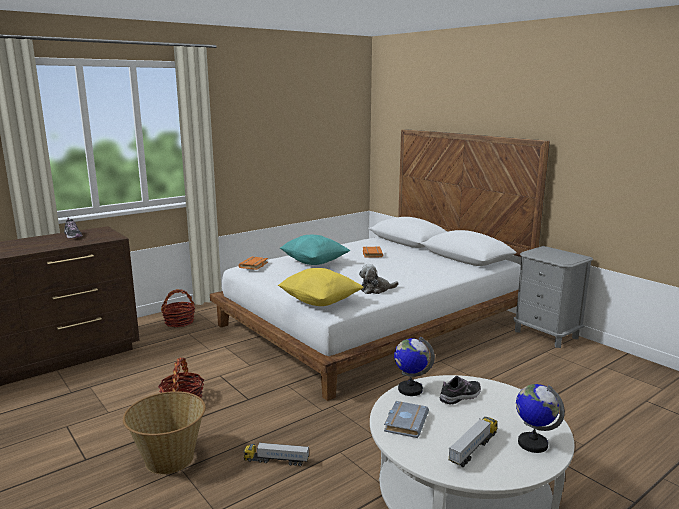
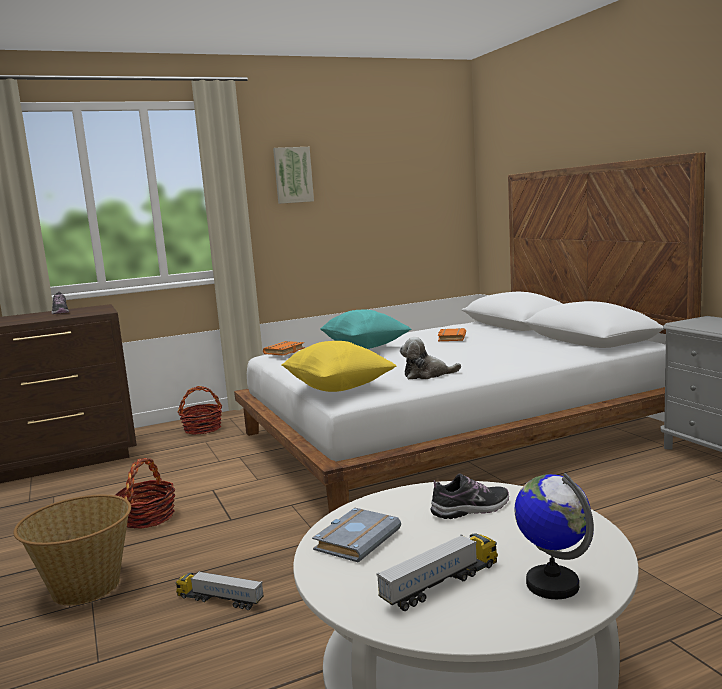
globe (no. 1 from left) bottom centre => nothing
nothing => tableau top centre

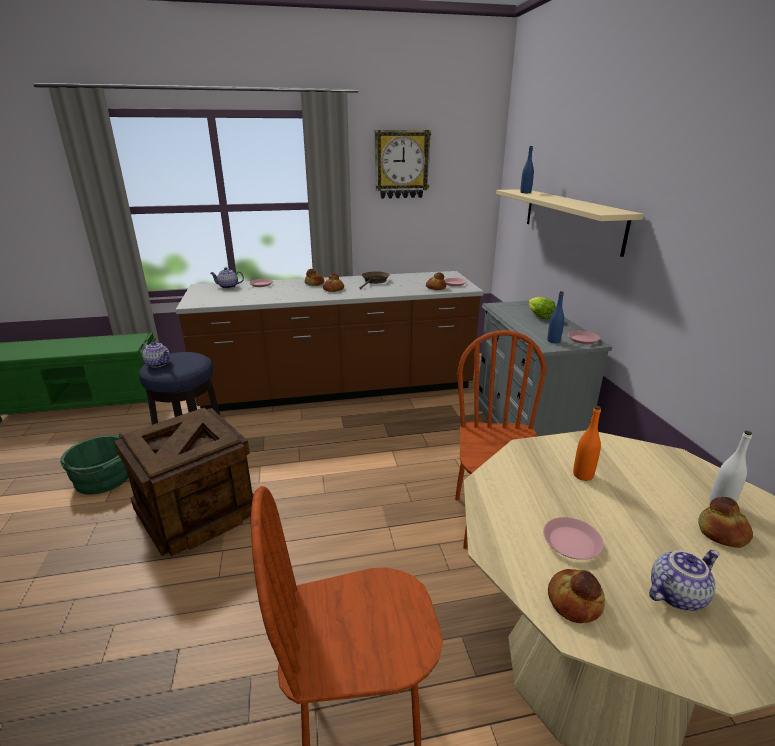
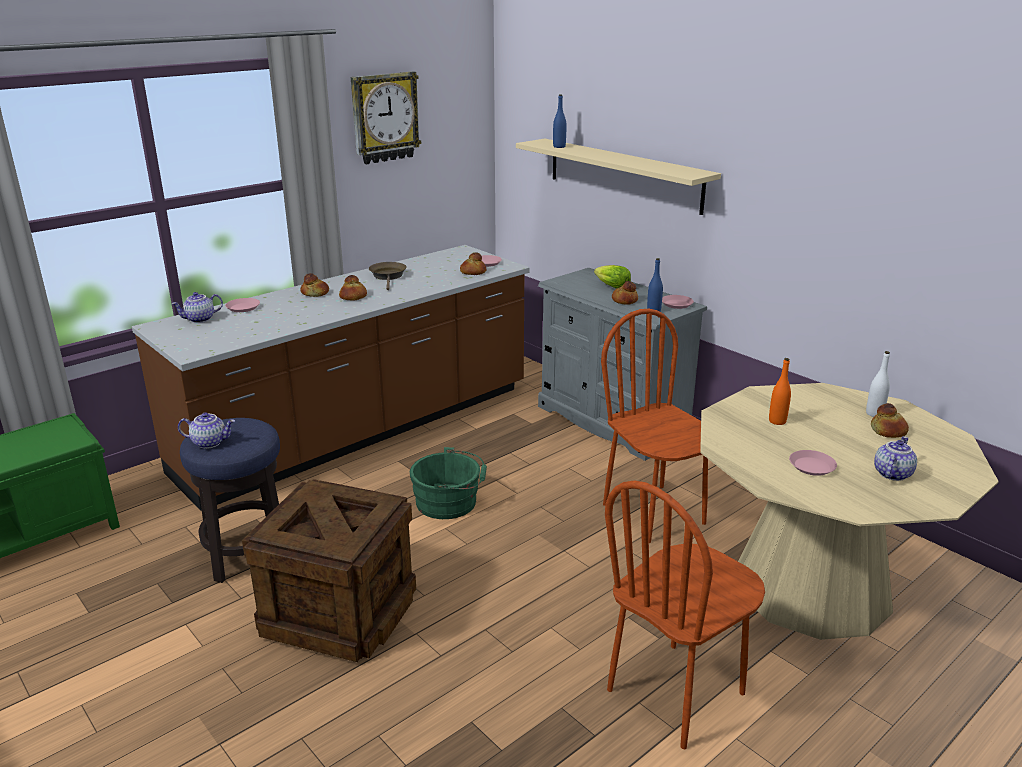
seau/vert middle left => seau/vert centre, shifted
pain (no. 4 from left) bottom right => pain (no. 4 from left) centre, shifted

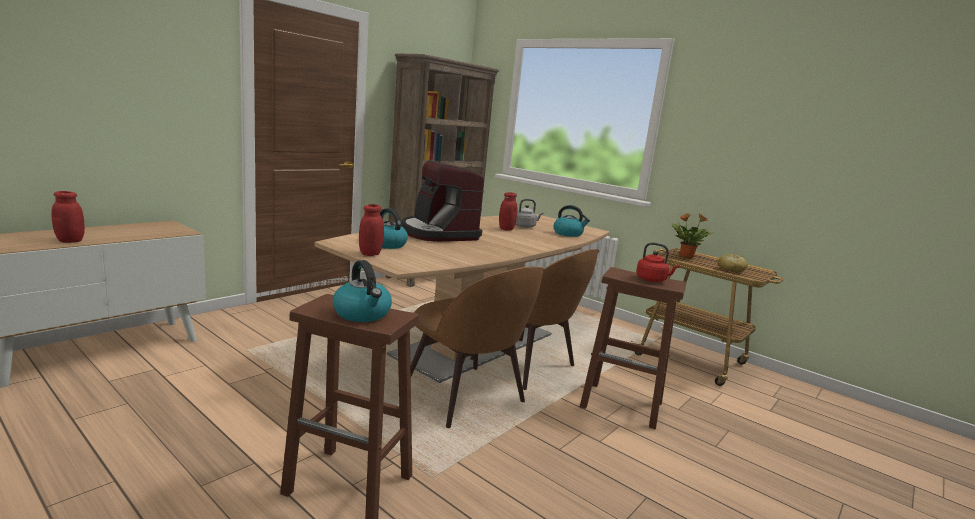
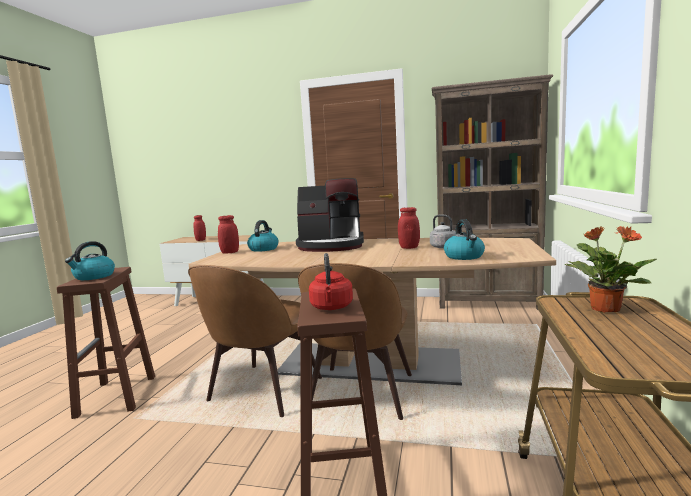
machine à café centre, 120 degrees counterclockwise
pain middle right => nothing

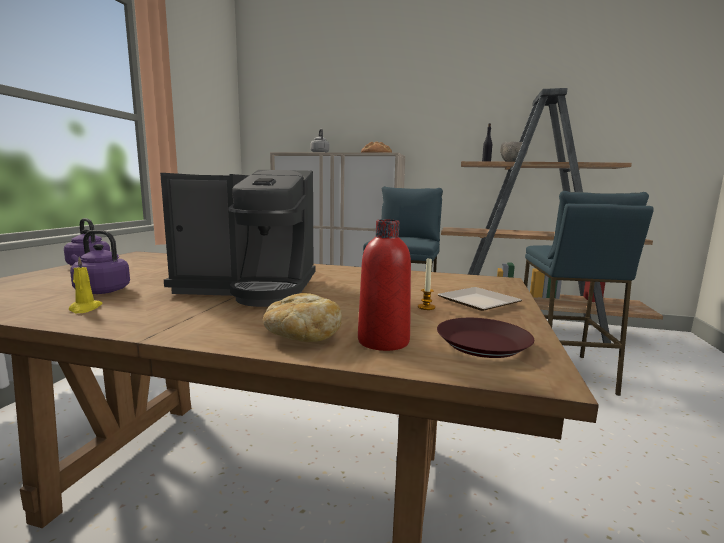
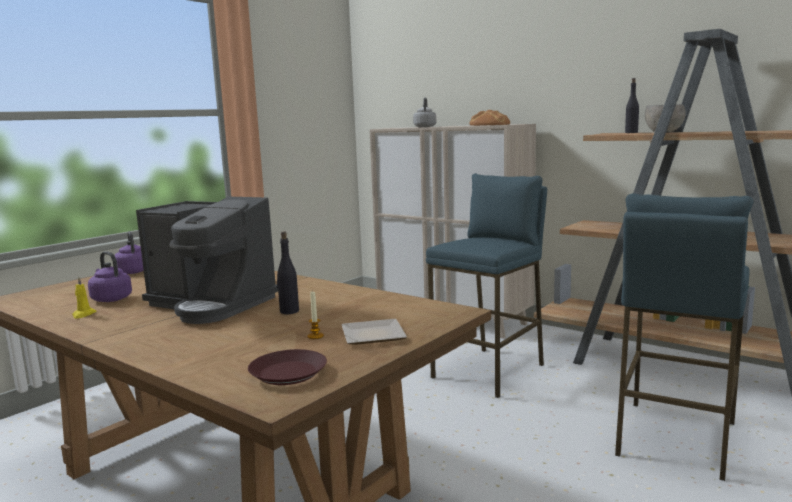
bouteille/rouge centre => nothing
pain (no. 1 from left) centre => nothing
nothing => bouteille/noir (no. 1 from left) centre

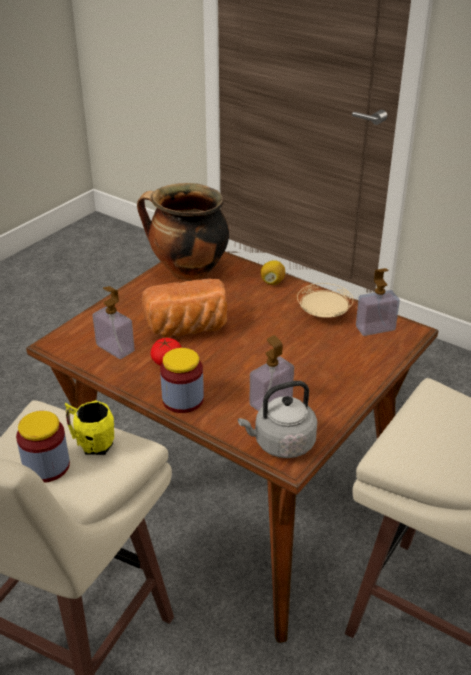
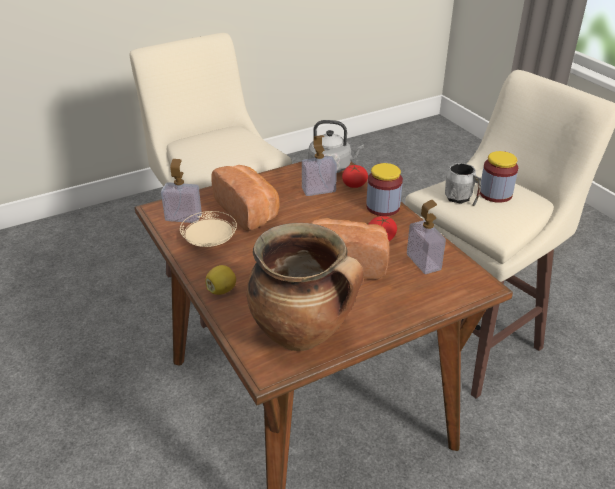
mug/jaune middle left => mug/gris middle right
nothing => pain (no. 1 from left) centre
nothing => tomate (no. 1 from left) centre

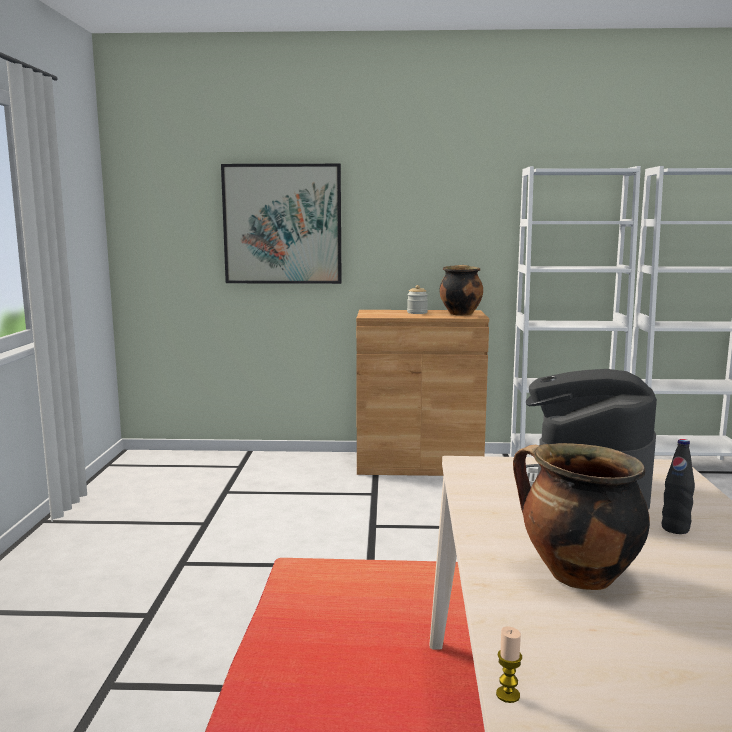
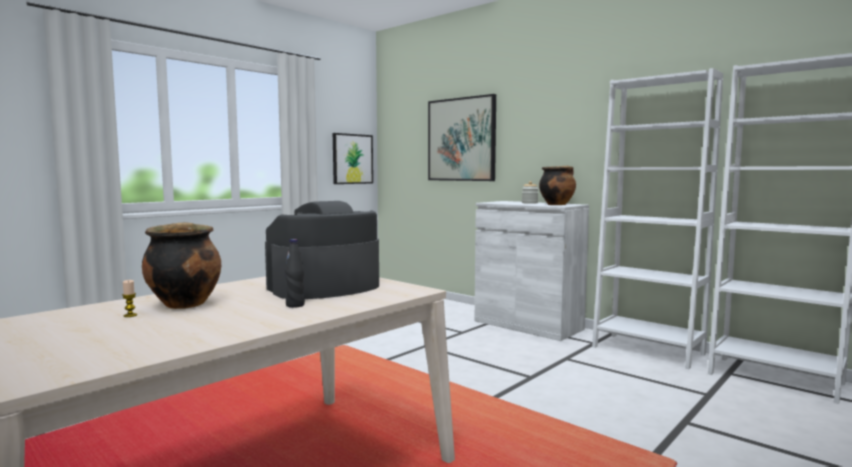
meuble de rangement/marron centre => meuble de rangement/blanc centre
bougie bottom right => bougie middle left, shifted
nothing => tableau (no. 1 from left) centre

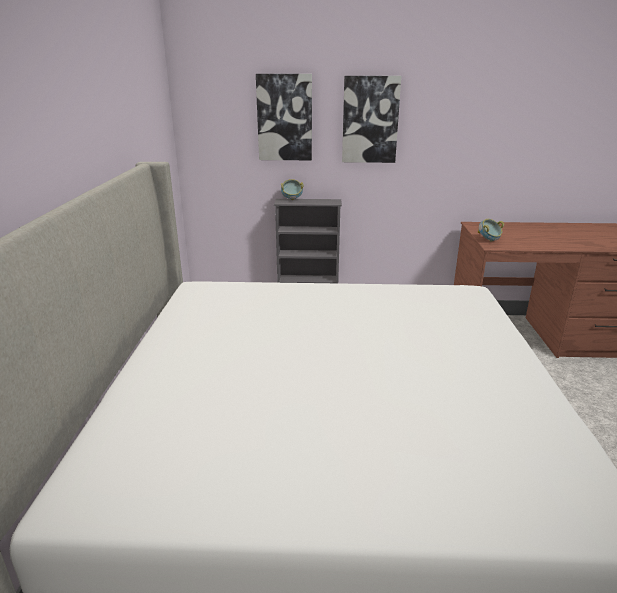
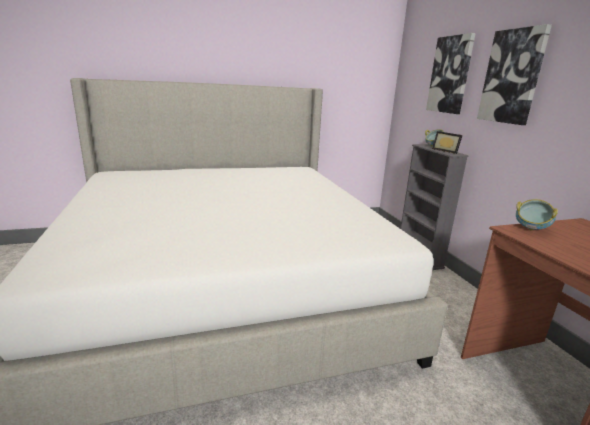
nothing => cadre photo middle right

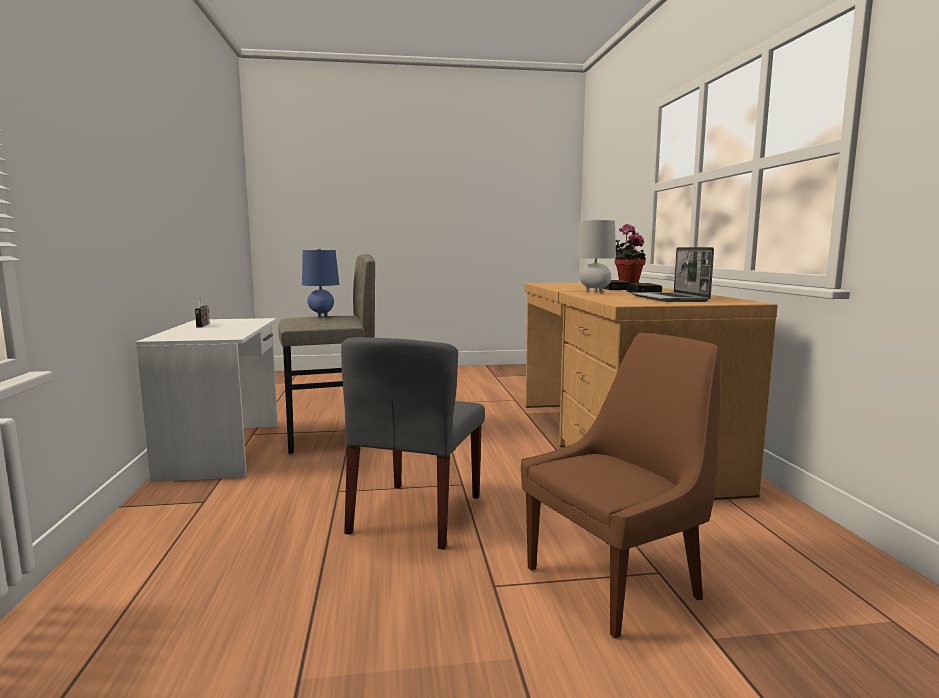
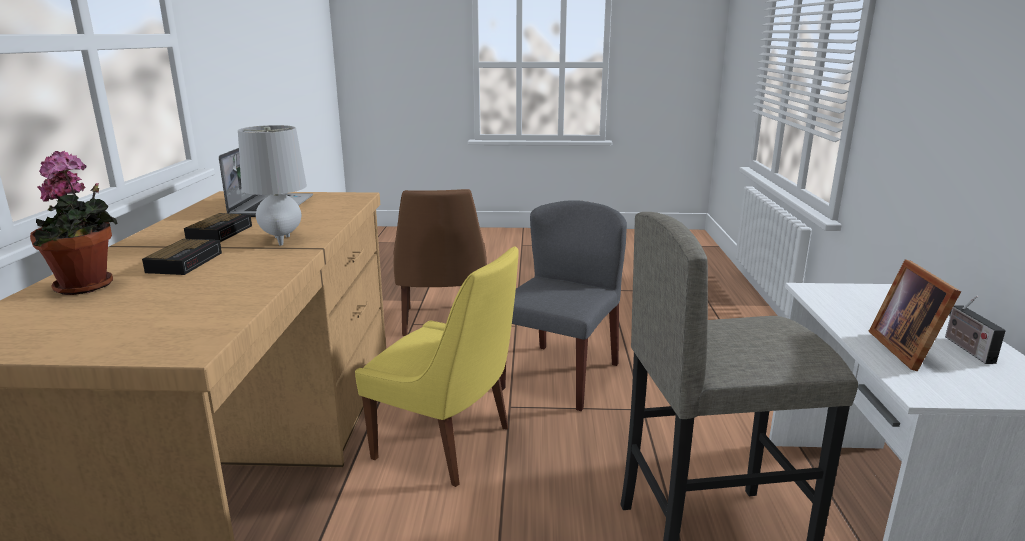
lampe de table/bleu centre => nothing
chaise/marron bottom centre => chaise/marron centre, 75 degrees counterclockwise
nothing => chaise/jaune bottom centre
nothing => cadre photo middle right

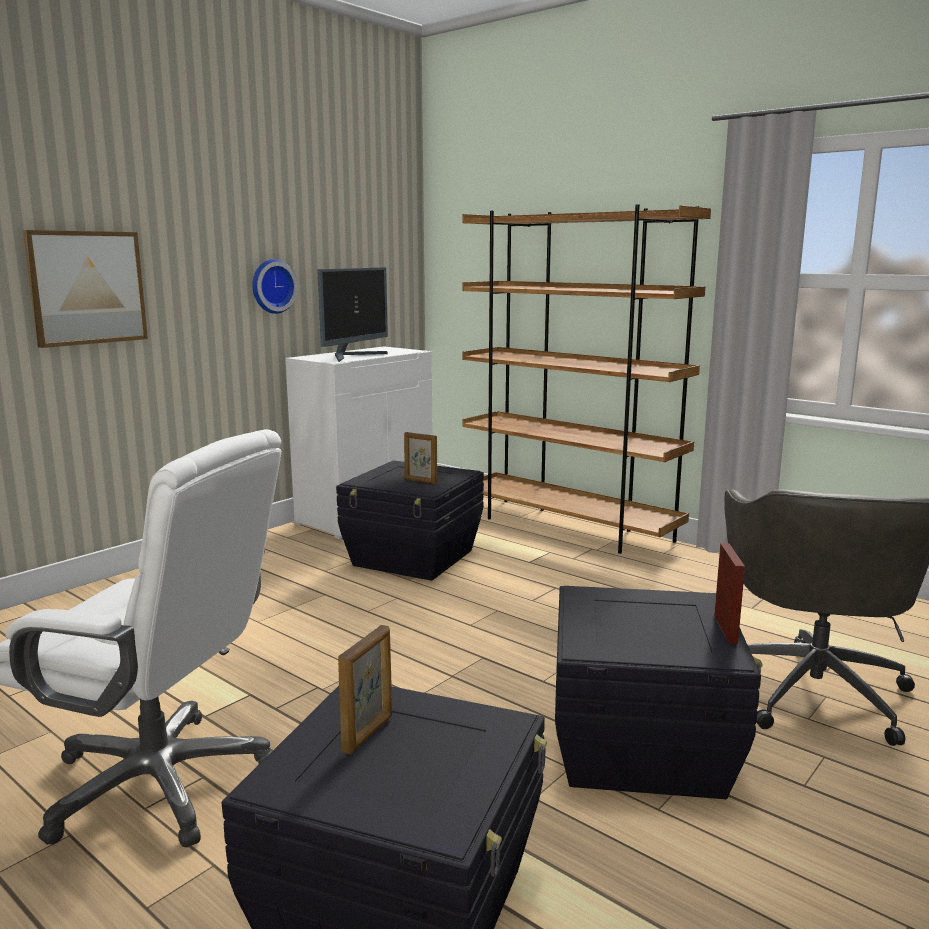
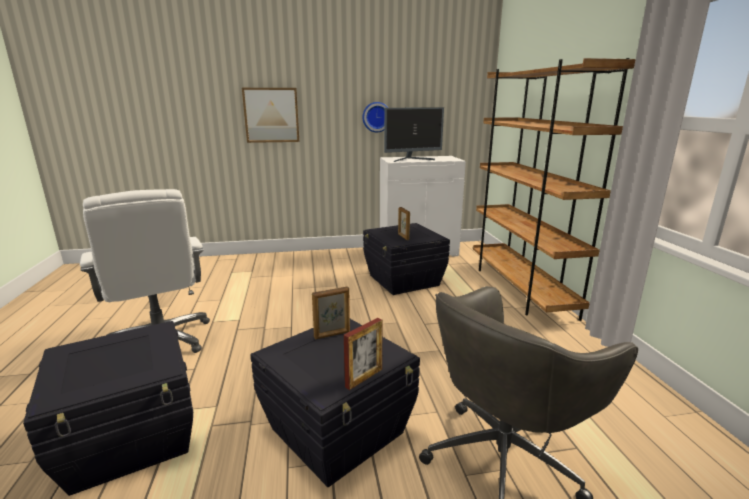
cadre photo (no. 1 from left) bottom centre => cadre photo (no. 1 from left) centre, shifted

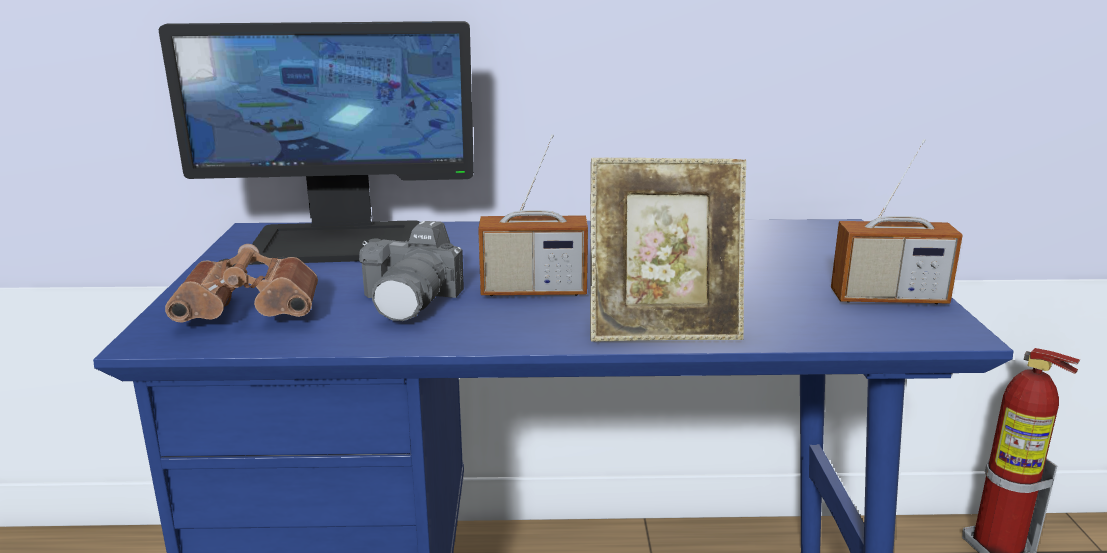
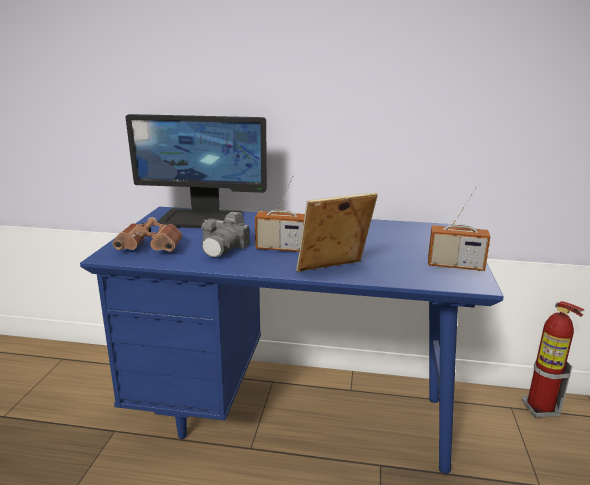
cadre photo centre, 150 degrees clockwise

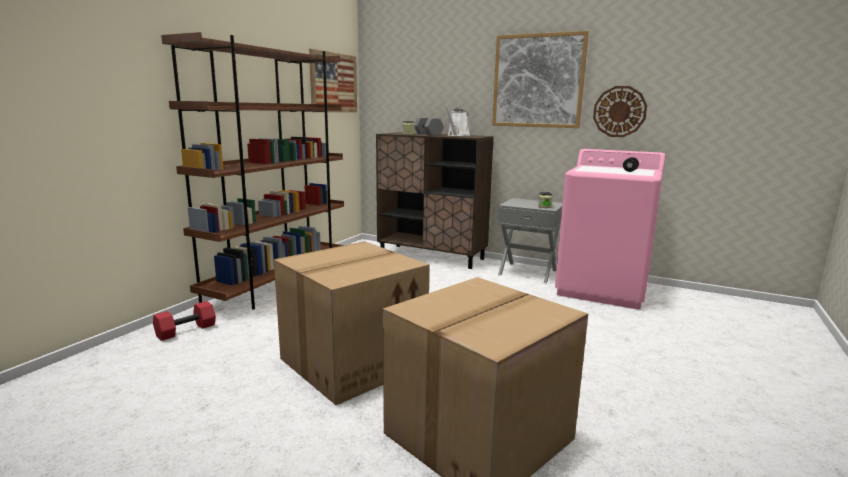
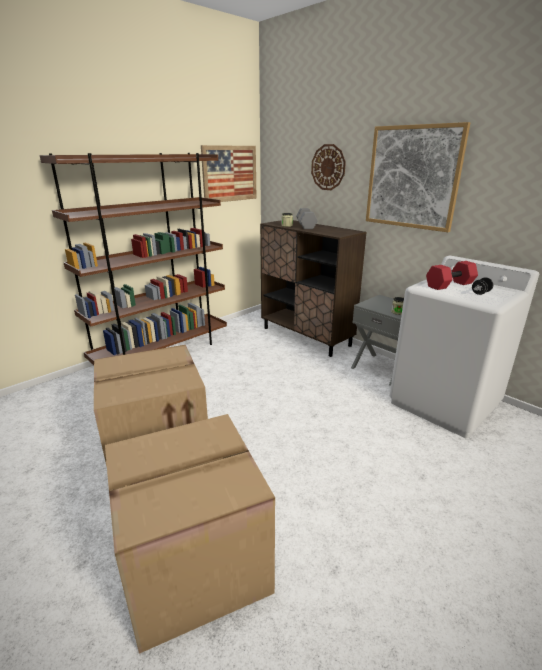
horloge murale top right => horloge murale top centre, shifted
arrosoir/blanc top centre => nothing
lave-linge/rose middle right => lave-linge/blanc middle right
haltère/rouge bottom left => haltère/rouge middle right, shifted

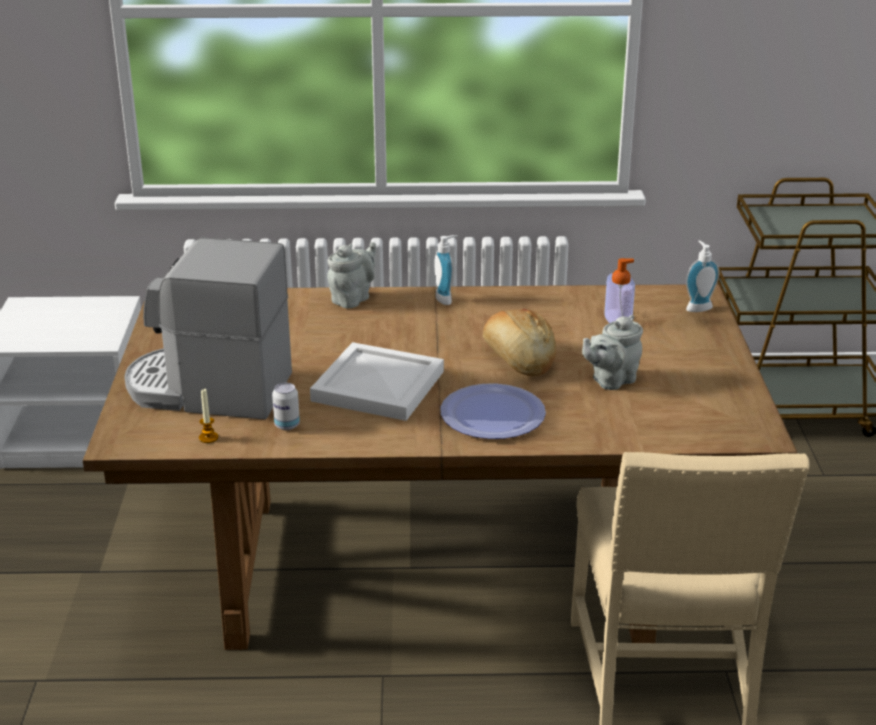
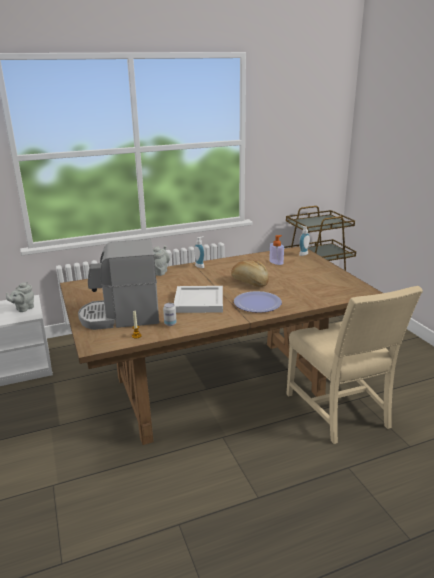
théière/gris (no. 2 from left in the first image) middle right => théière/gris (no. 1 from left) middle left, shifted

